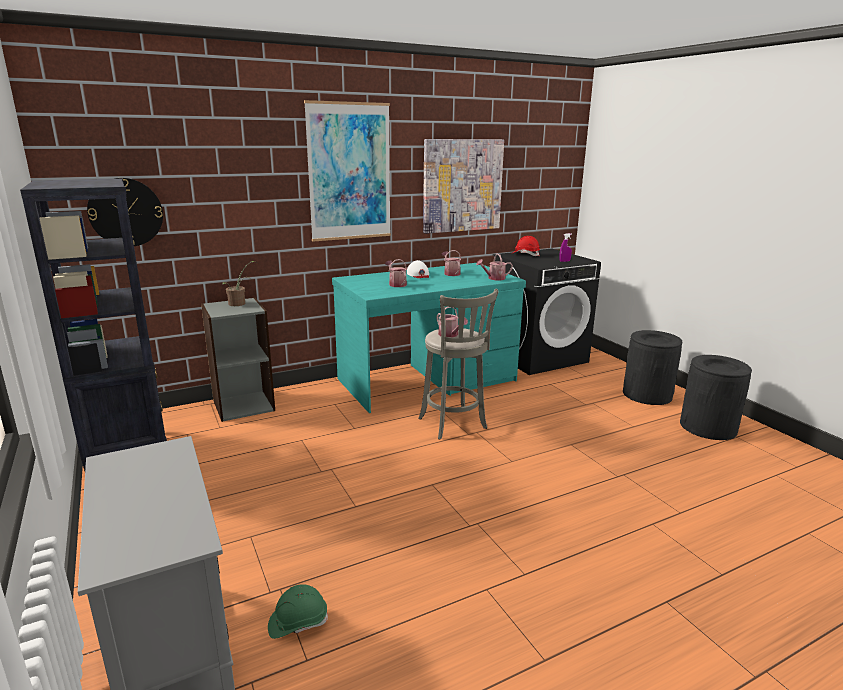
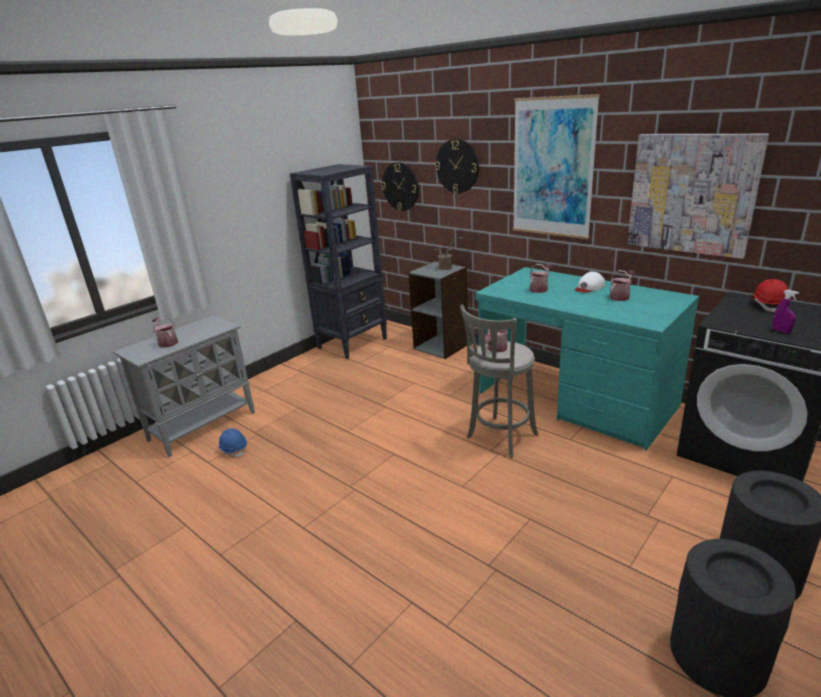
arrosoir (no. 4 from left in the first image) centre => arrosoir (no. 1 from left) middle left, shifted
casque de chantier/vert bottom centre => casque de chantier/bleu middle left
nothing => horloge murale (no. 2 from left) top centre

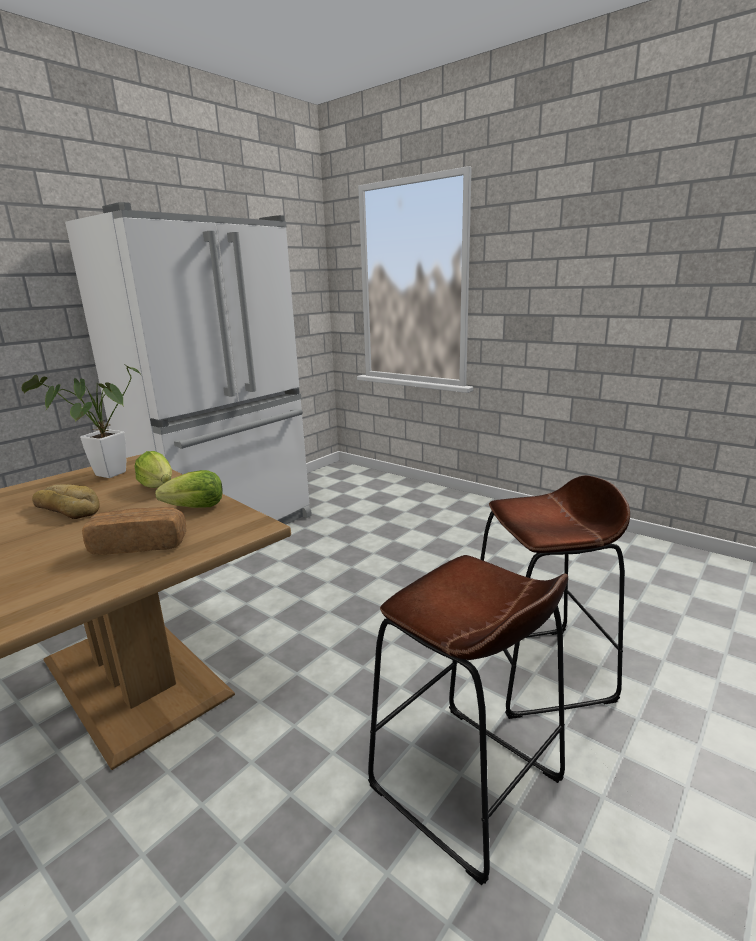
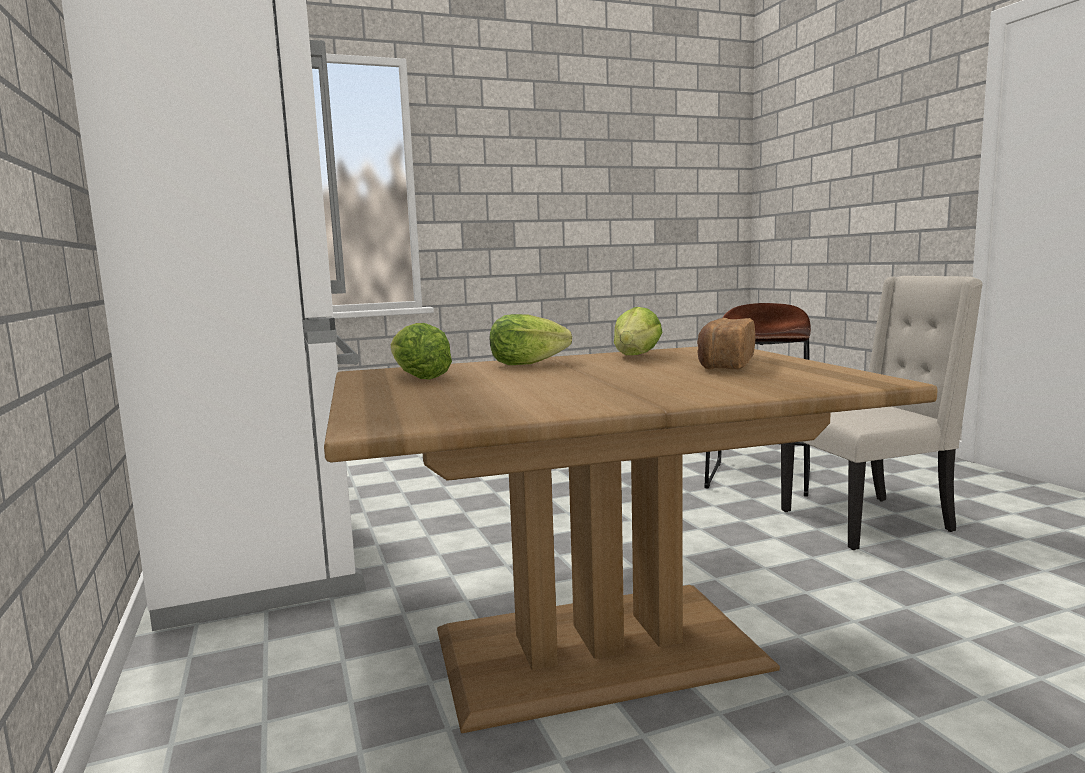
plante en pot middle left => laitue (no. 1 from left) centre
pain (no. 1 from left) middle left => nothing
tabouret/marron (no. 1 from left) bottom centre => chaise/beige middle right

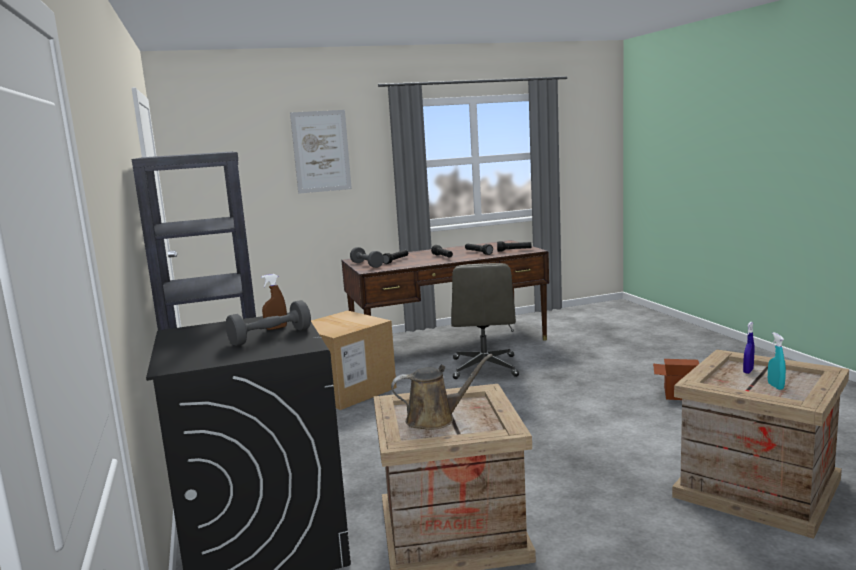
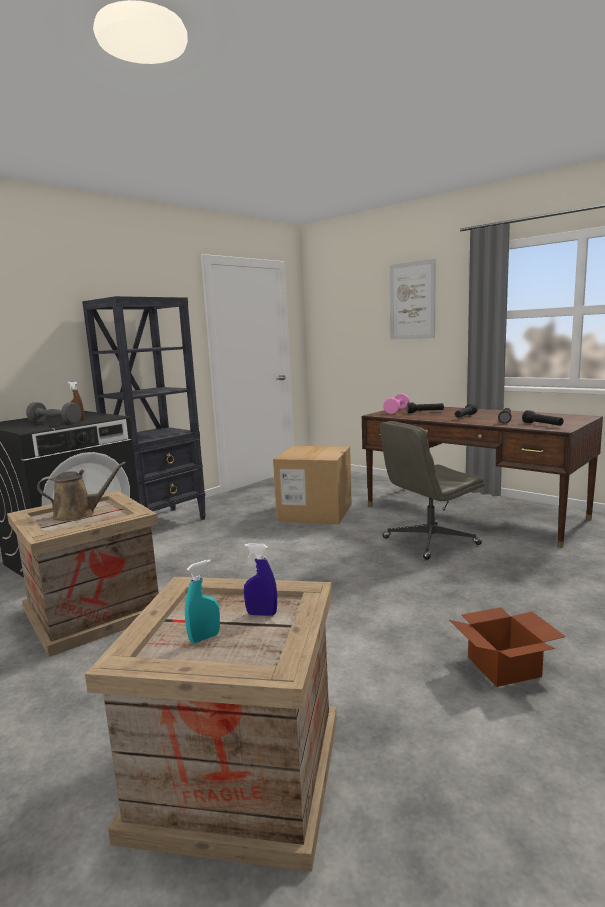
haltère/gris (no. 2 from left) centre => haltère/rose centre
arrosoir/marron bottom centre => arrosoir/marron middle left, 60 degrees counterclockwise

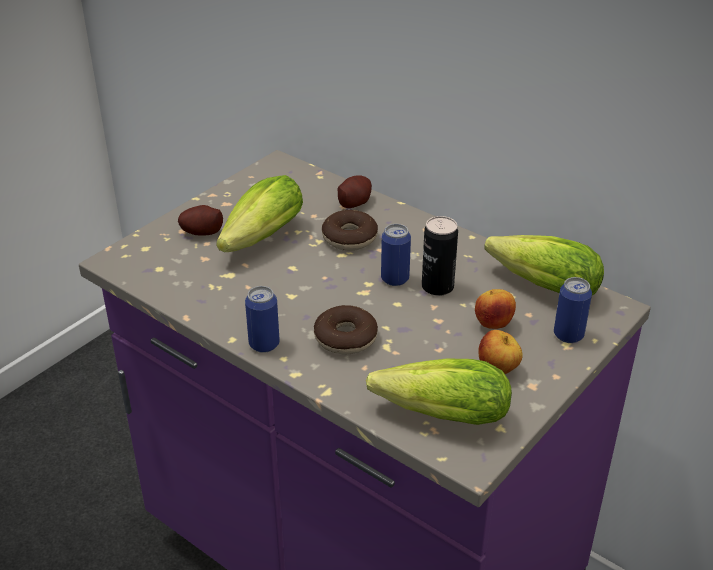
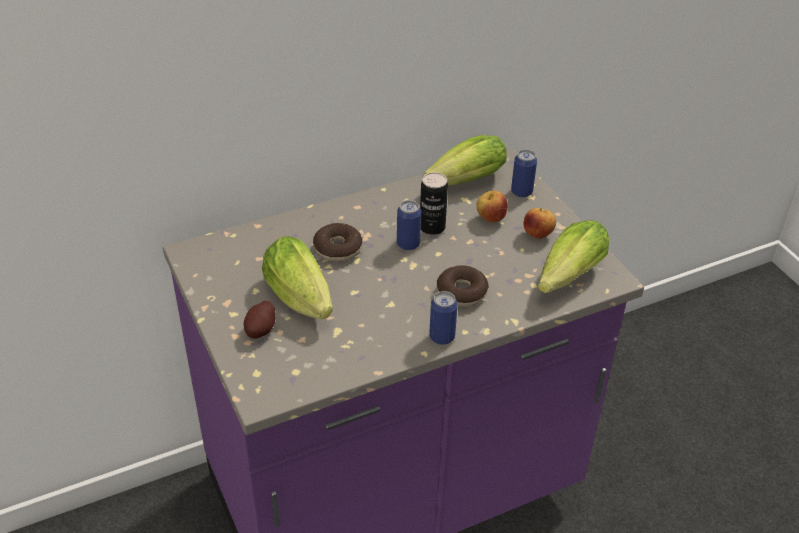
pomme de terre (no. 2 from left) centre => nothing

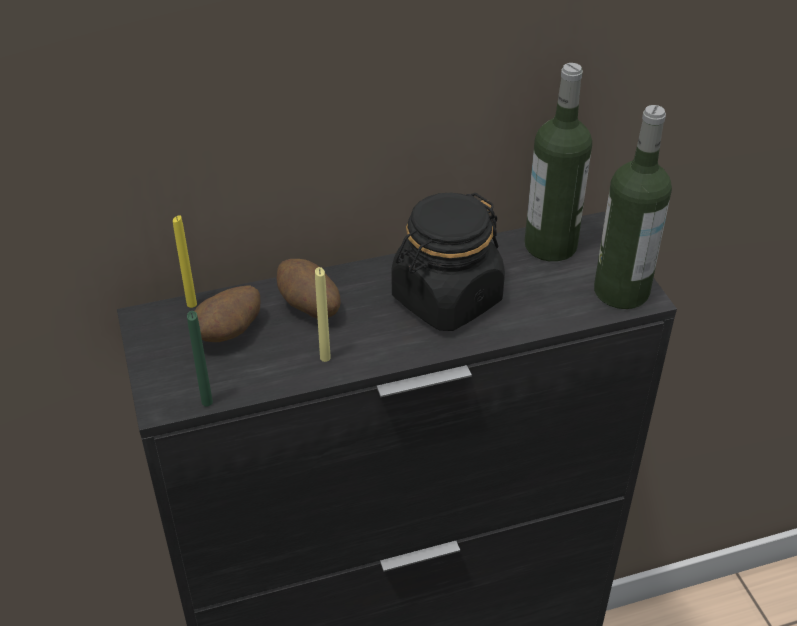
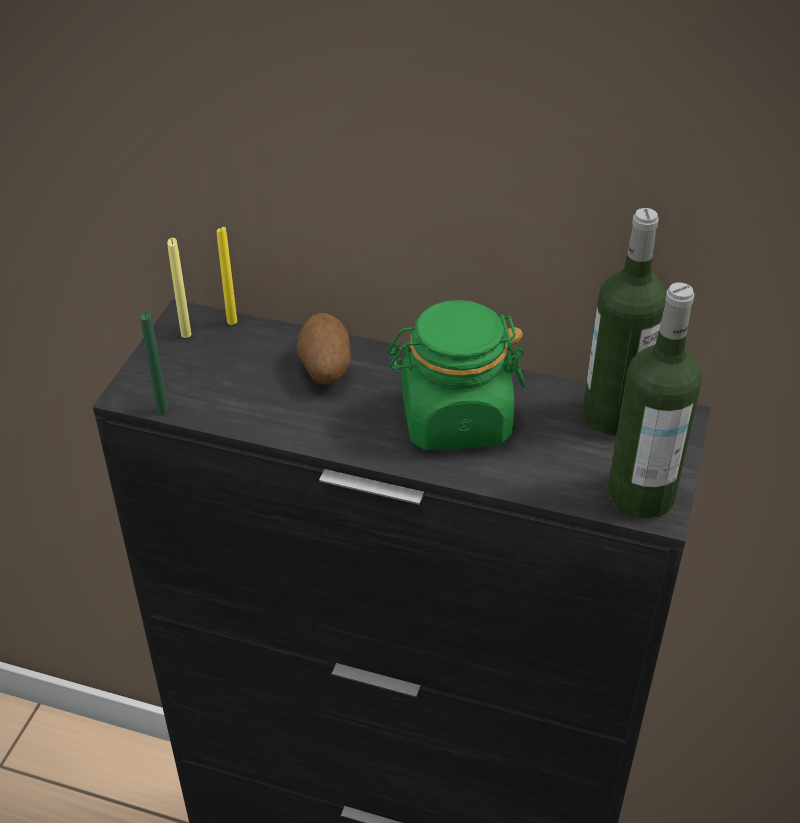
bocal/noir centre => bocal/vert centre
bougie/jaune (no. 2 from left in the first image) centre => bougie/jaune (no. 1 from left) middle left, shifted
pomme de terre (no. 1 from left) middle left => nothing

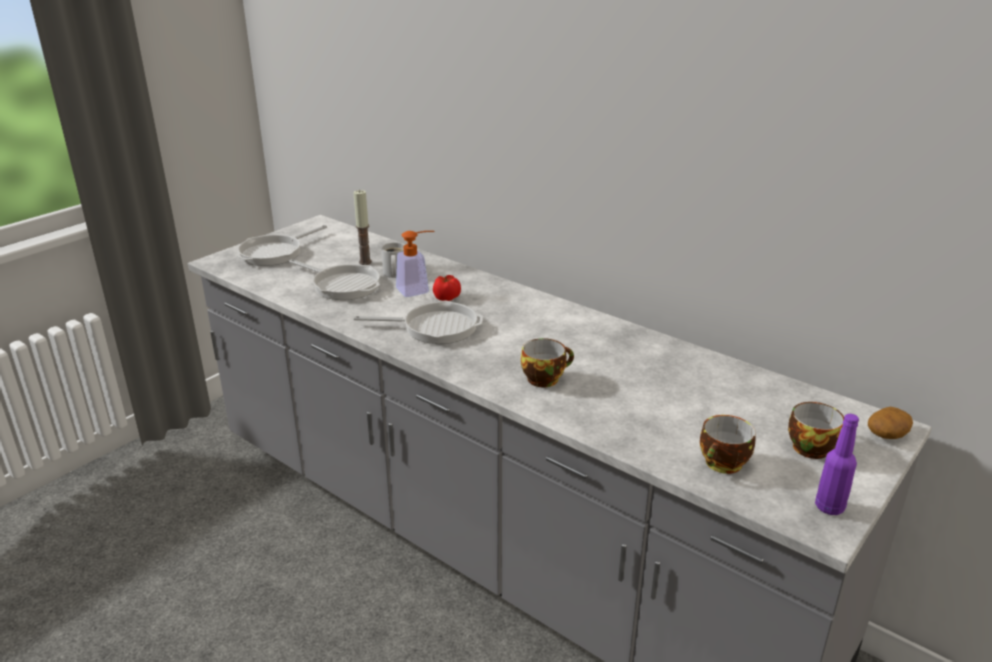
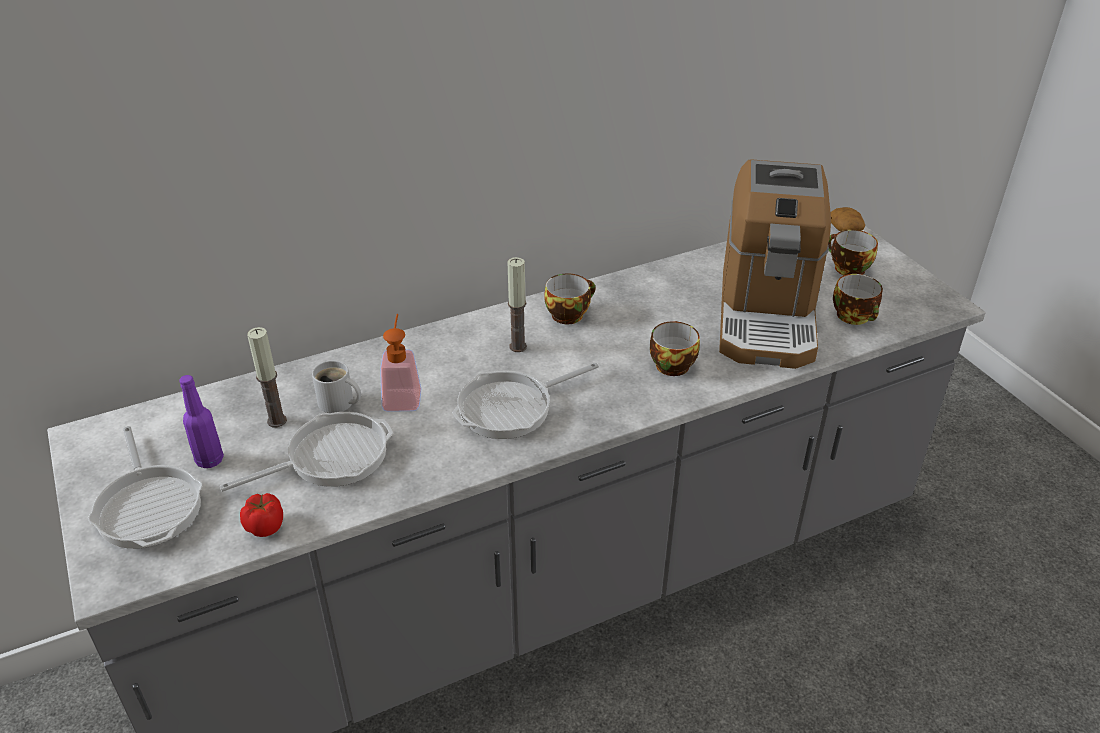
tomate centre => tomate bottom left, shifted
poêle (no. 3 from left) centre, 150 degrees counterclockwise
bouteille/violet bottom right => bouteille/violet middle left, shifted
nothing => machine à café middle right
nothing => bougie (no. 2 from left) centre
nothing => tasse (no. 1 from left) centre

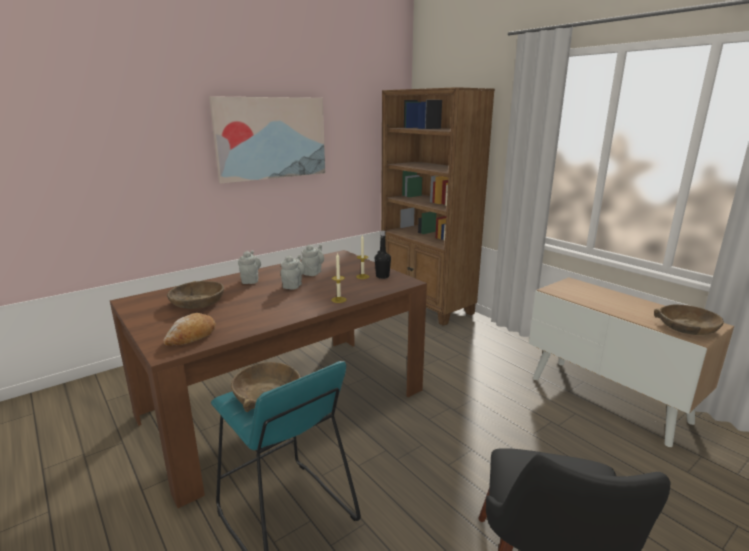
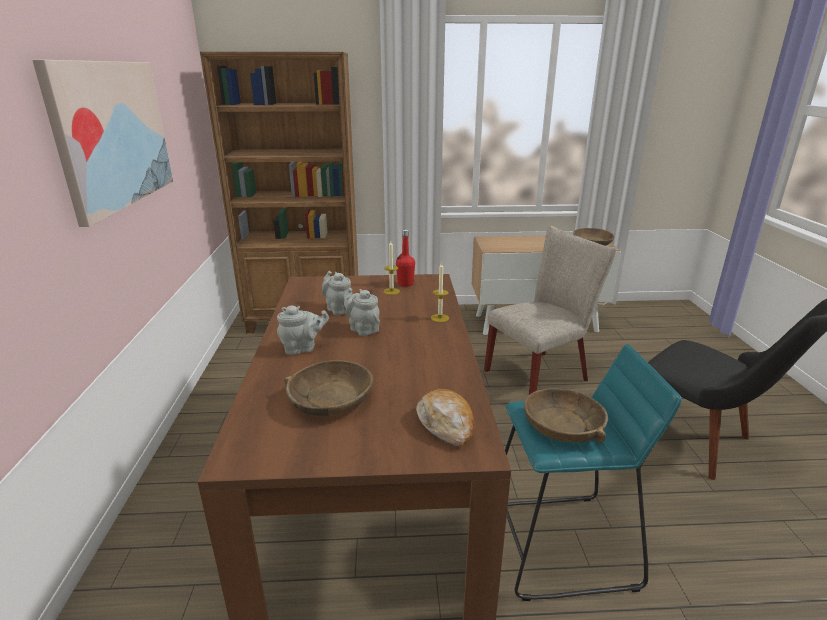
bouteille/noir centre => bouteille/rouge centre
théière/gris (no. 1 from left) middle left => théière/gris (no. 1 from left) centre, 135 degrees clockwise
nothing => chaise/beige centre

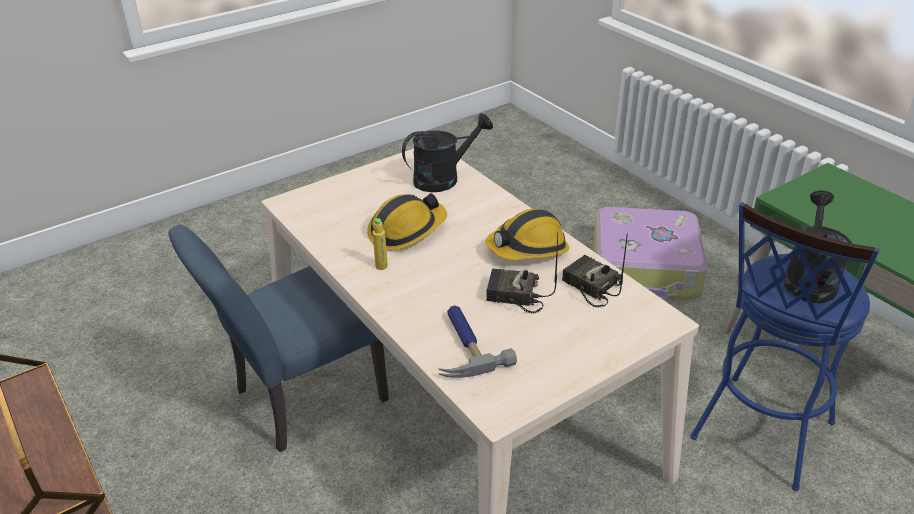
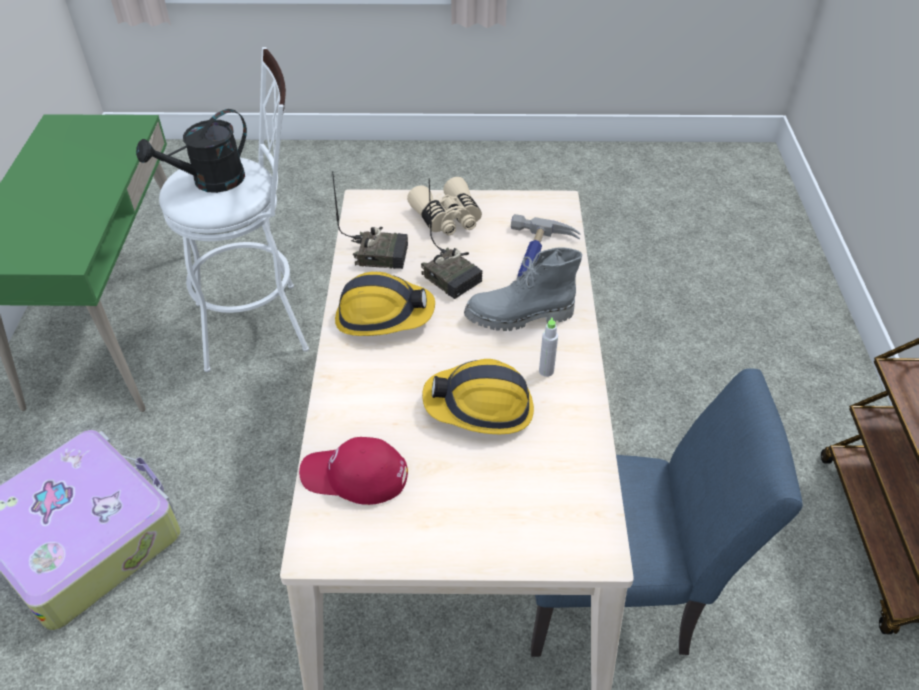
arrosoir/noir (no. 1 from left) top centre => casquette/rouge bottom centre
tabouret/bleu bottom right => tabouret/blanc top left
bouteille/jaune centre => bouteille/gris centre
radio (no. 2 from left in the first image) centre => radio (no. 1 from left) top centre, 75 degrees counterclockwise
nothing => jumelles/beige top centre
nothing => botte/gris centre

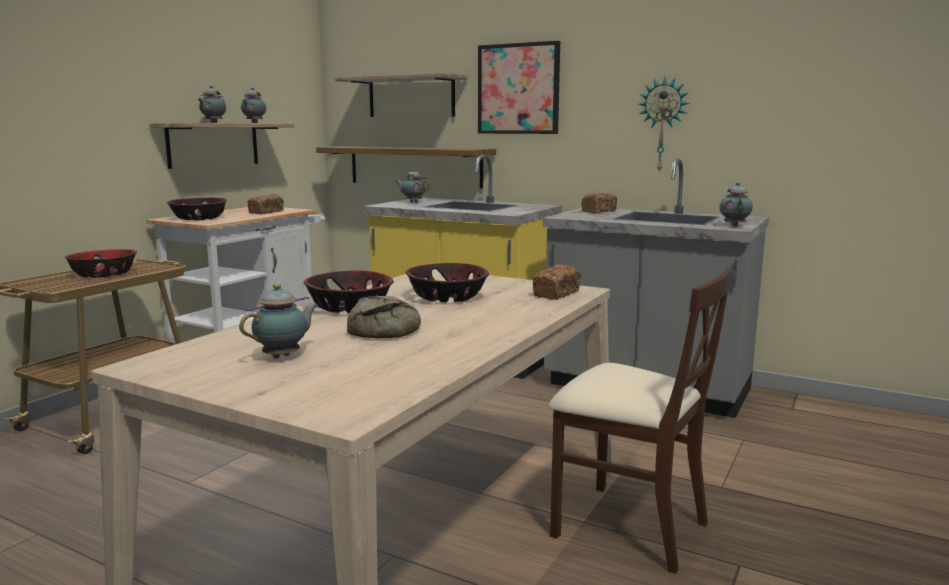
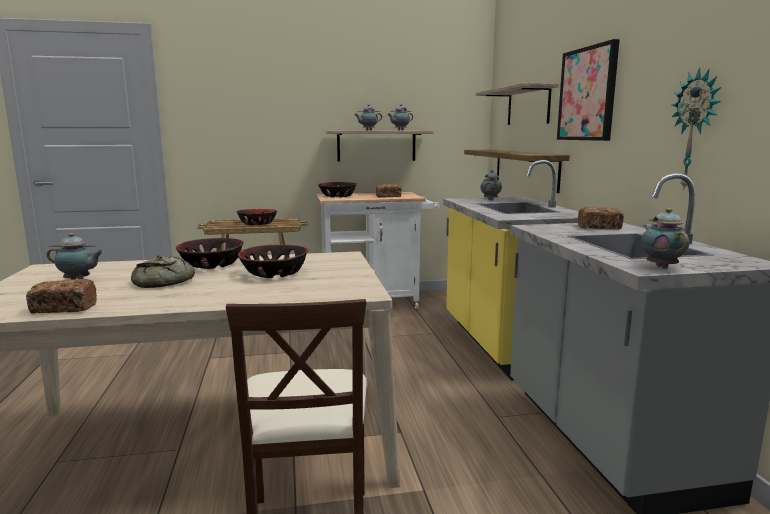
théière (no. 5 from left) middle right, 60 degrees counterclockwise
pain (no. 3 from left in the first image) centre => pain (no. 1 from left) middle left, shifted

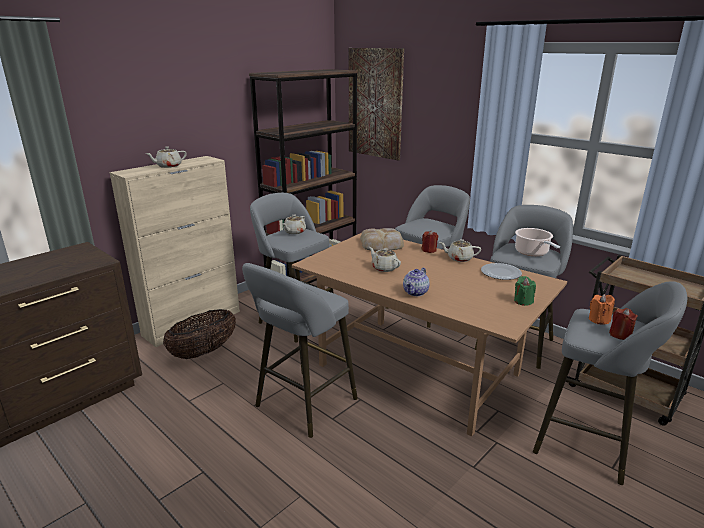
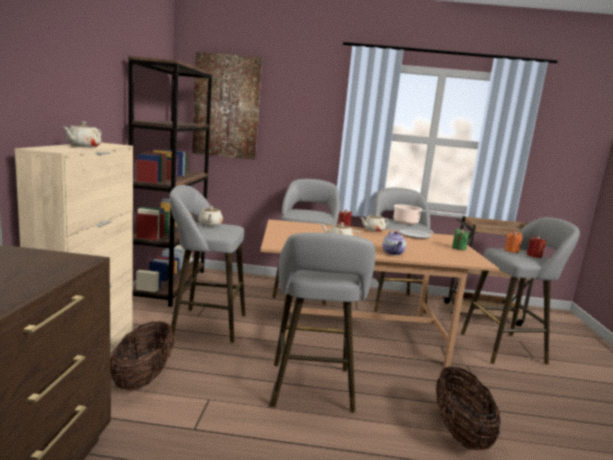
pain centre => nothing
nothing => panier (no. 2 from left) bottom right

